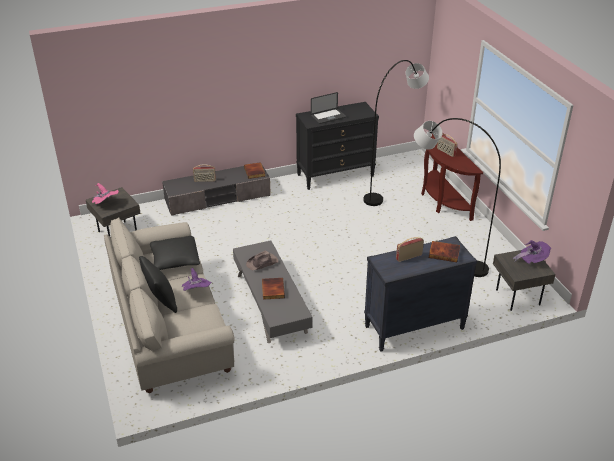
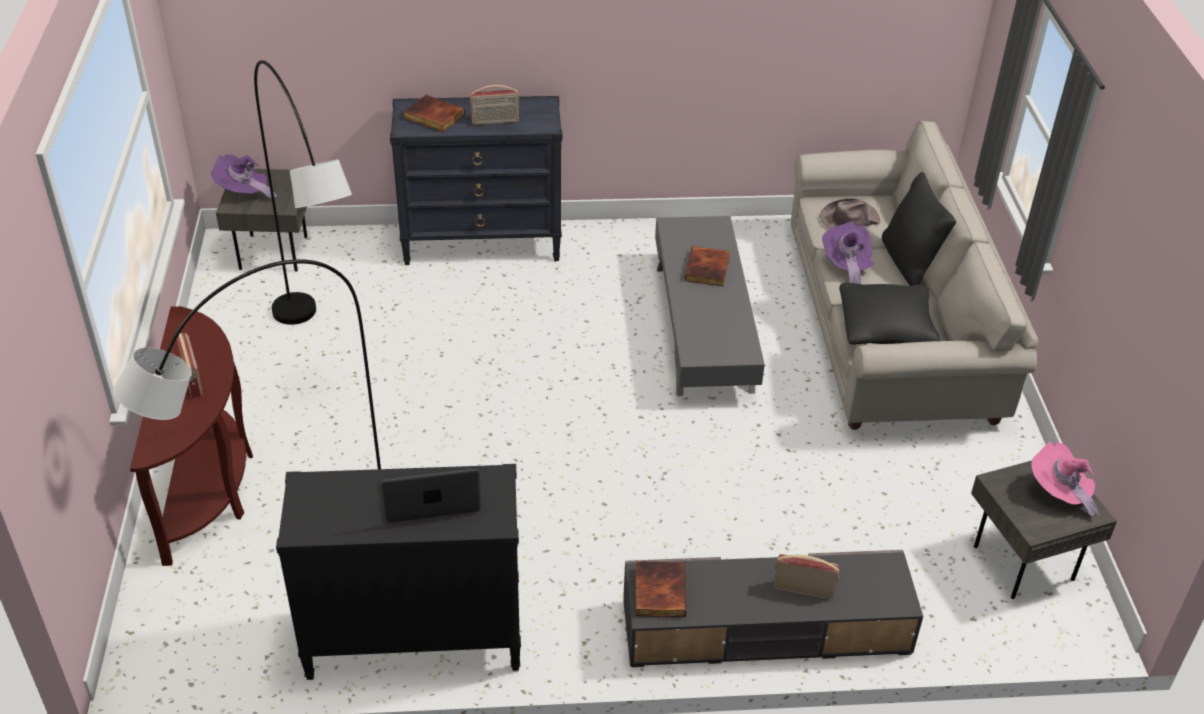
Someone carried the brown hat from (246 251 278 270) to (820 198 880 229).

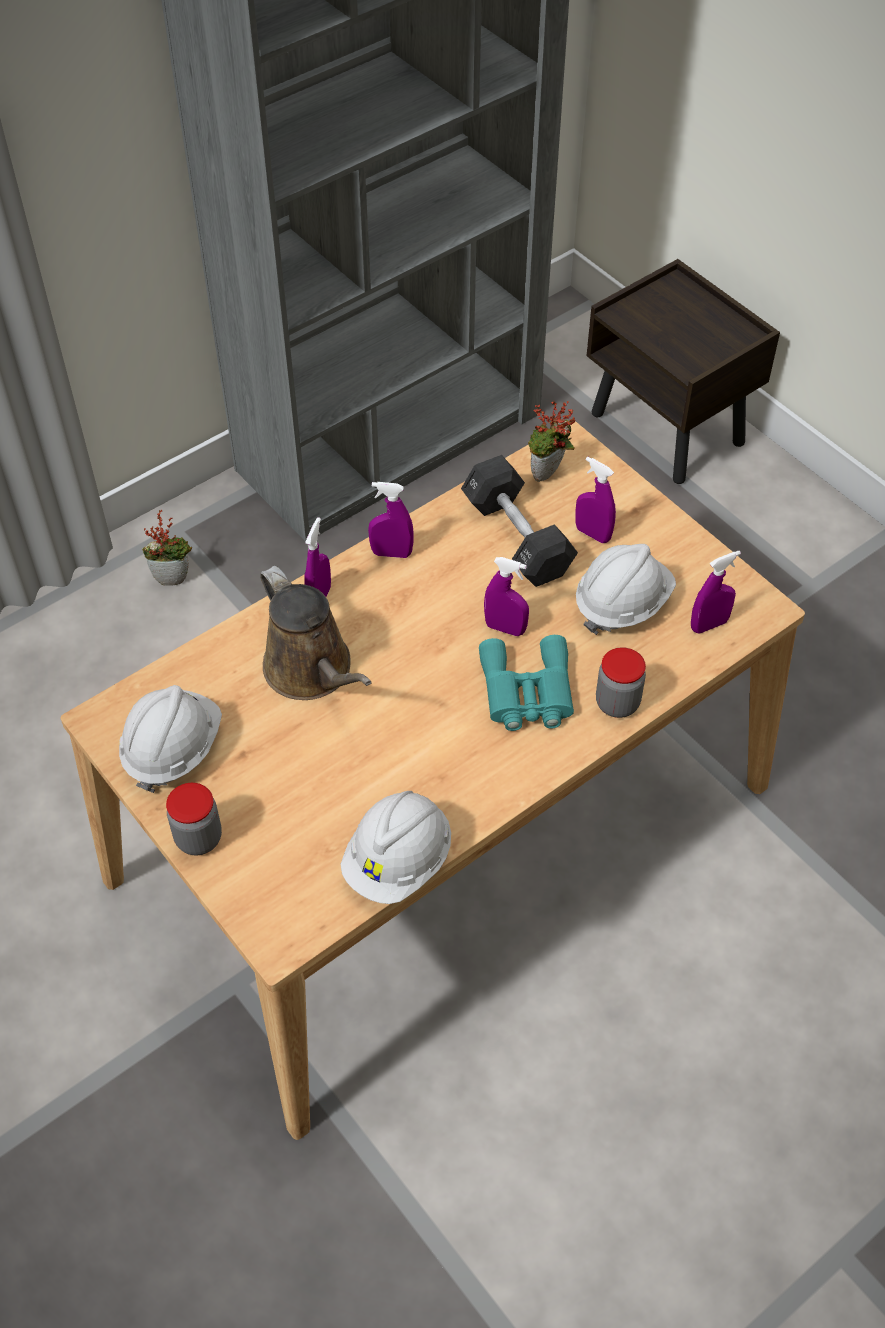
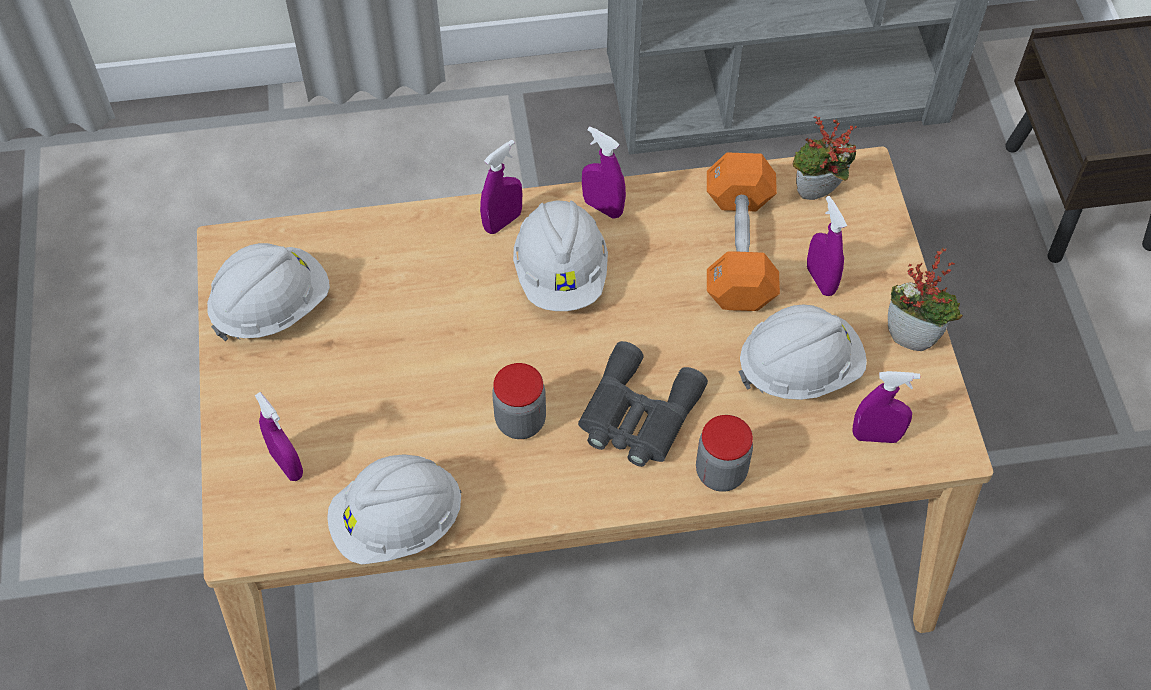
Someone carried the potted plant from (142 510 192 586) to (888 248 963 351).
Someone carried the jar from (166 783 222 855) to (492 363 546 439).
Someone took away the brown watering can at (260 566 372 700).
Someone repainted the black dumbbell at (461 455 578 587), which became the orange dumbbell at (707 152 780 311).
Someone repainted the turquoise binoculars at (479 635 574 731), which became the grey binoculars at (578 341 708 467).
Someone carried the purple spray bottle from (484 557 529 636) to (254 392 303 481).
Someone put down the white hard hat at (513 200 608 311).

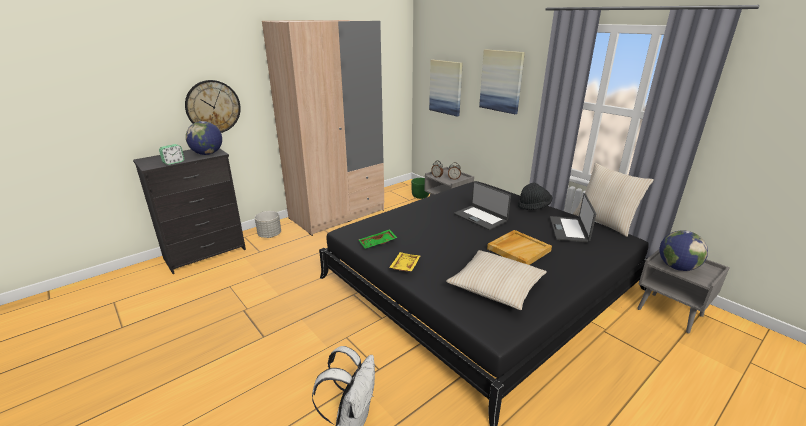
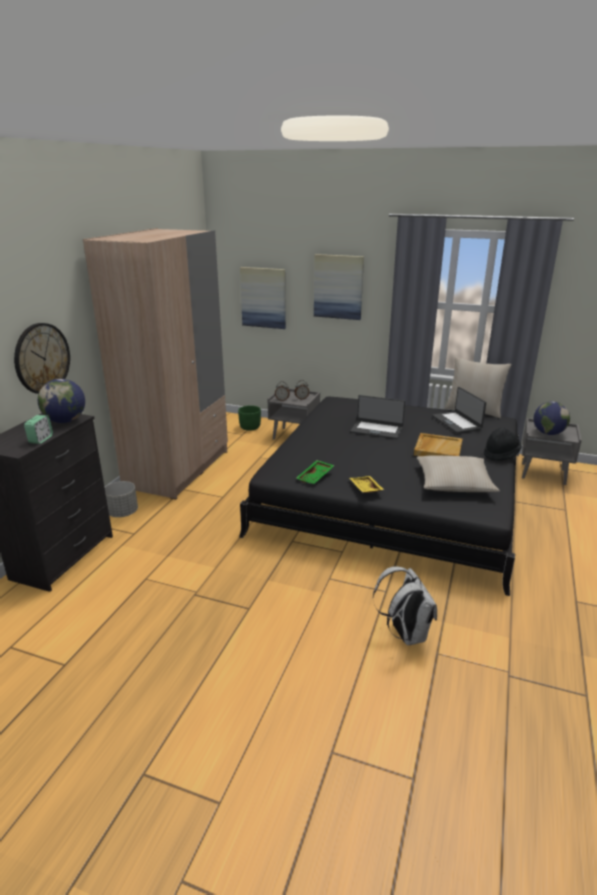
Someone carried the black hat from (518 183 552 210) to (484 427 522 461).

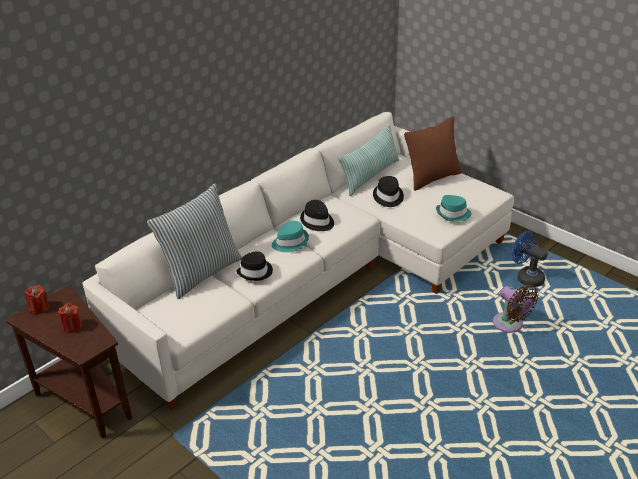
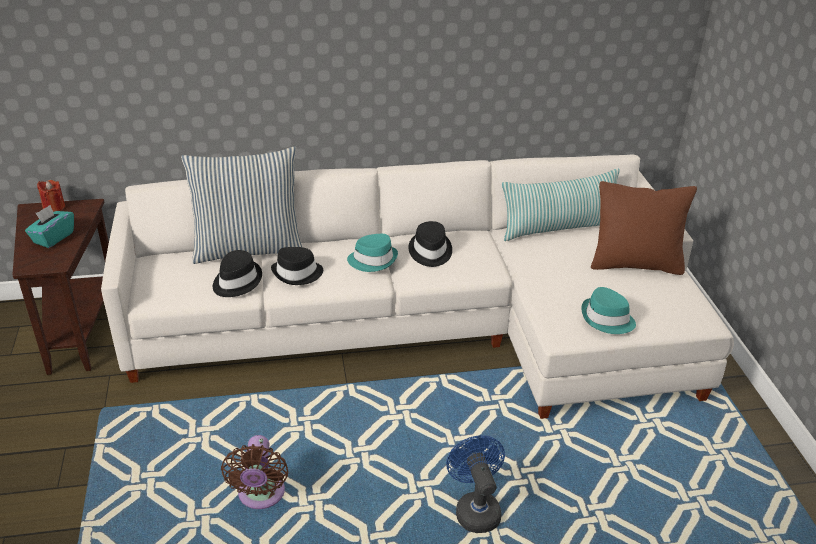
Someone swapped the red candle at (58 303 82 333) for the turquoise tissue box at (25 205 74 248).
Someone carried the black hat from (373 176 404 207) to (213 250 262 297).
Someone carried the brown fan from (493 284 539 333) to (221 435 288 509).
Someone carried the blue fan from (512 231 548 287) to (446 435 505 533).

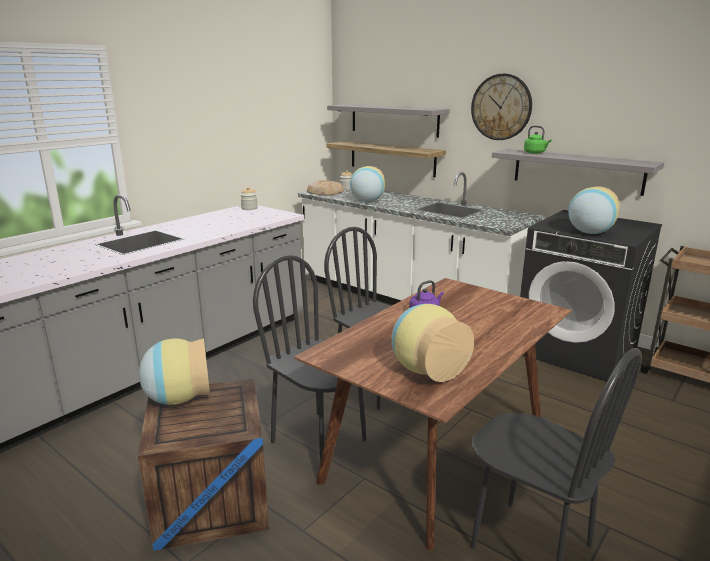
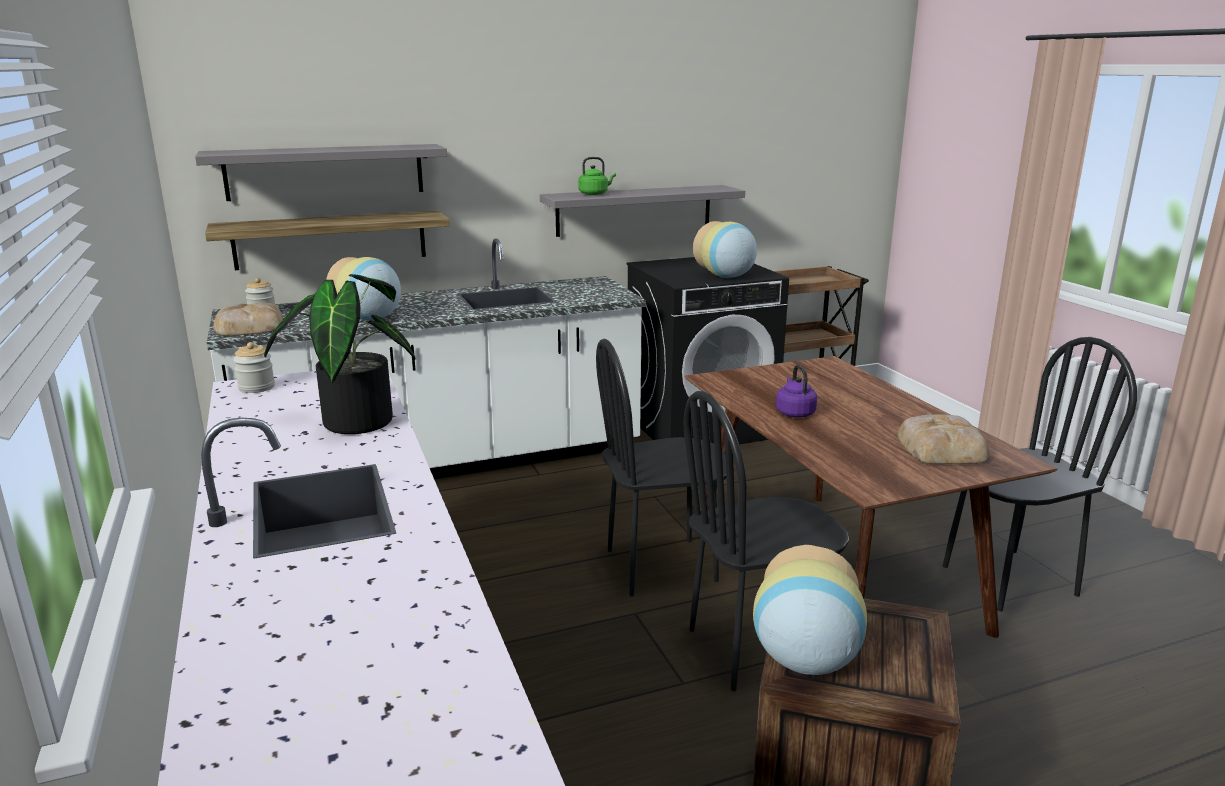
Someone swapped the vase at (392 304 474 382) for the bread at (897 414 990 464).
Someone took away the wall clock at (471 74 532 140).
Someone put down the potted plant at (264 274 415 434).

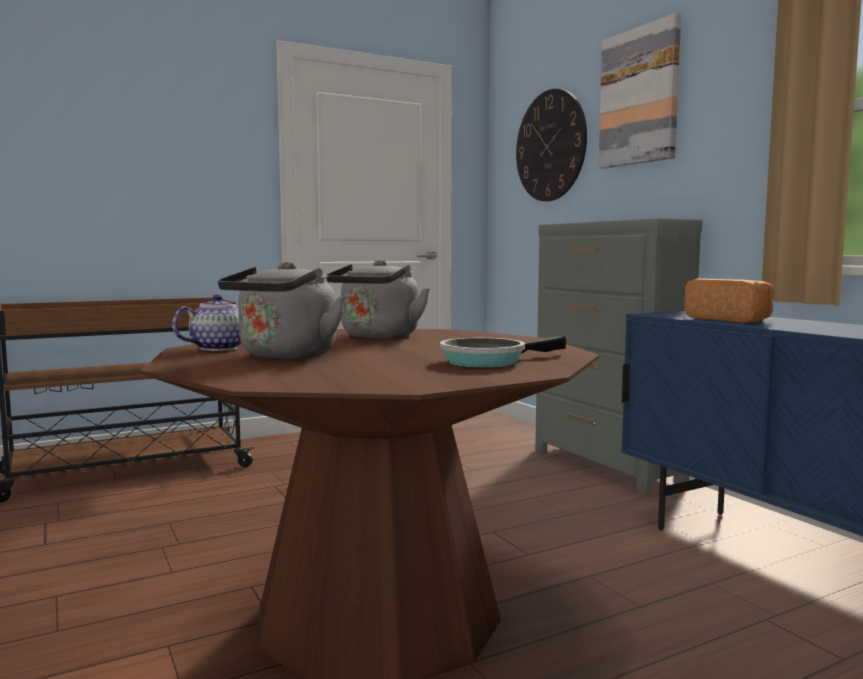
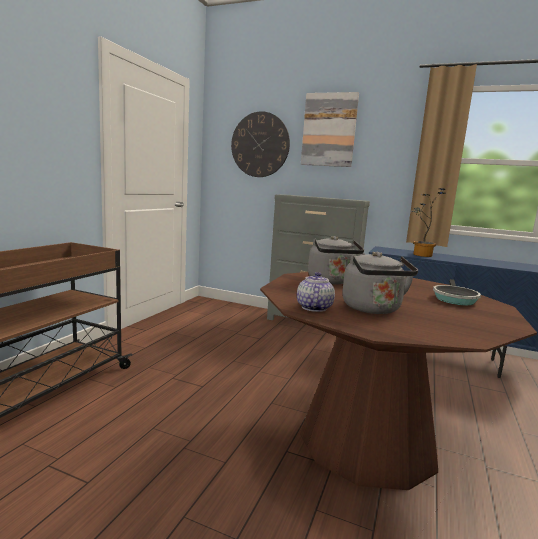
Someone swapped the bread at (684 278 774 323) for the potted plant at (412 188 446 257).

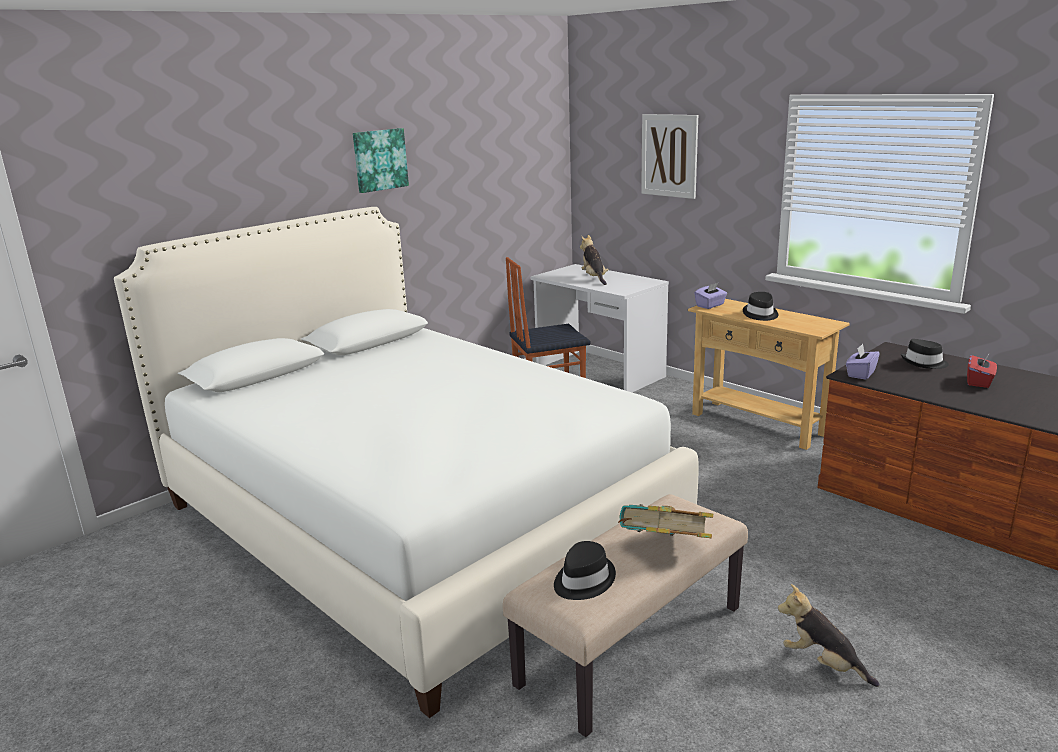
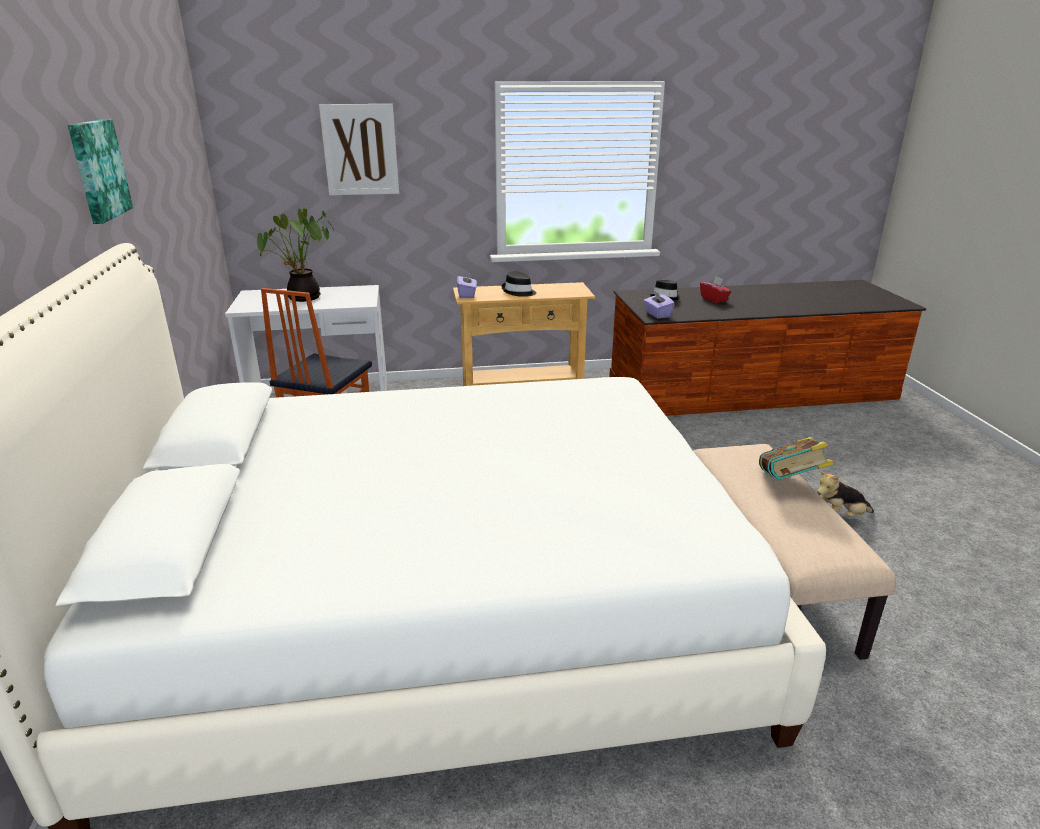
Someone took away the black hat at (554 541 616 600).
Someone swapped the plush toy at (580 235 609 285) for the potted plant at (257 208 334 302).

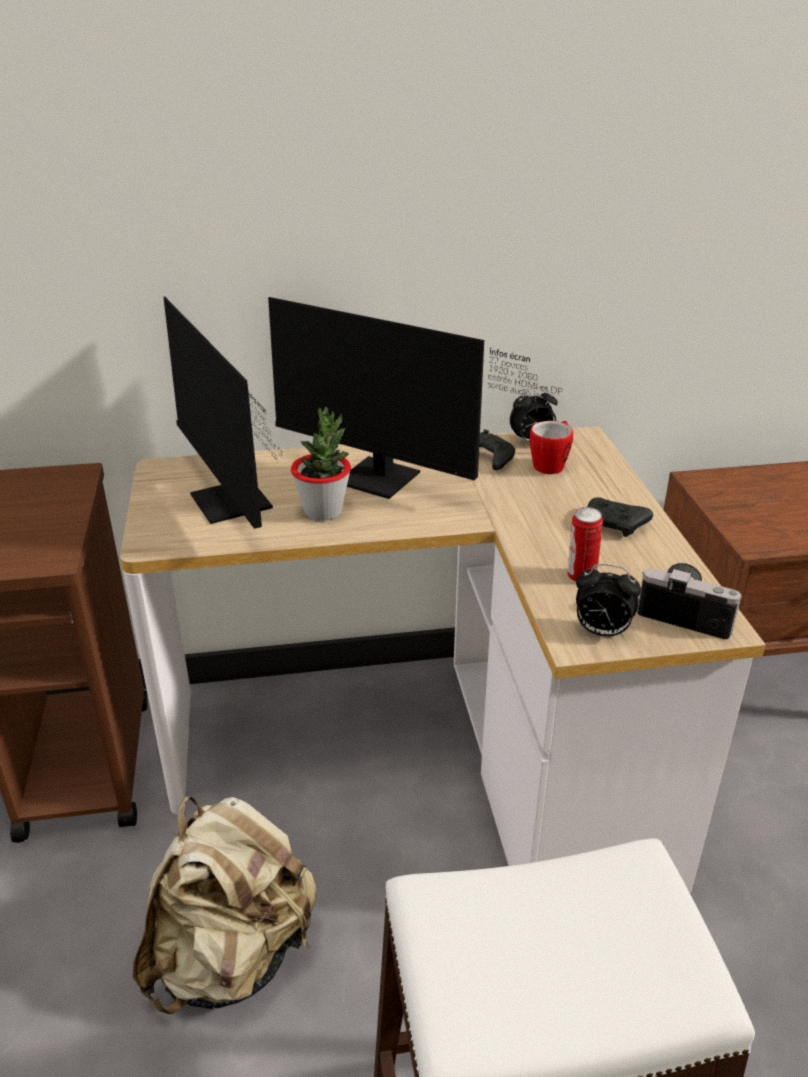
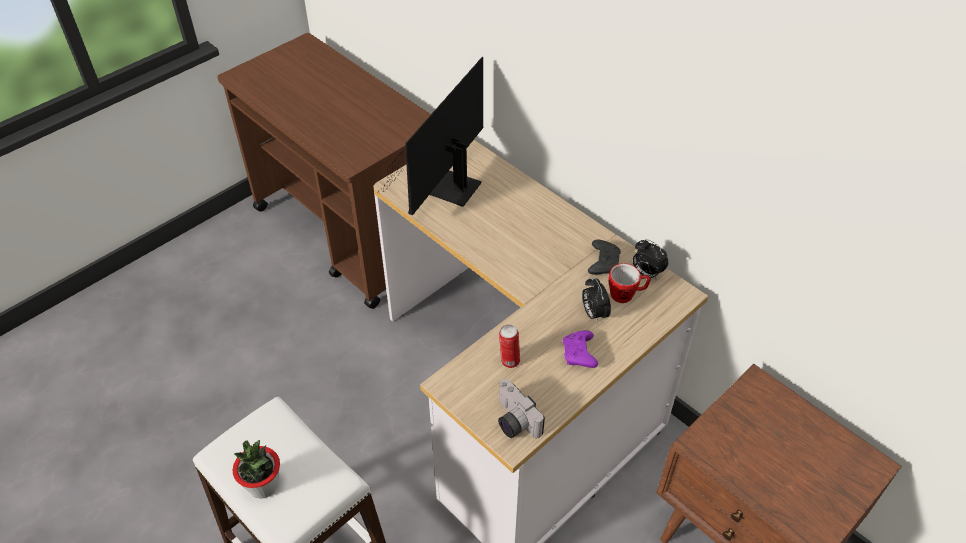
Someone took away the beige backpack at (133 796 316 1014).
Someone took away the monitor at (268 297 562 499).
Someone carried the potted plant from (291 407 351 521) to (233 440 280 499).
Someone carried the alarm clock from (576 564 641 638) to (582 278 611 324).
Someone repainted the black game controller at (587 497 653 537), which became the purple game controller at (563 330 598 368).
Someone rotated the photo camera at (637 563 743 639) by 150 degrees clockwise.

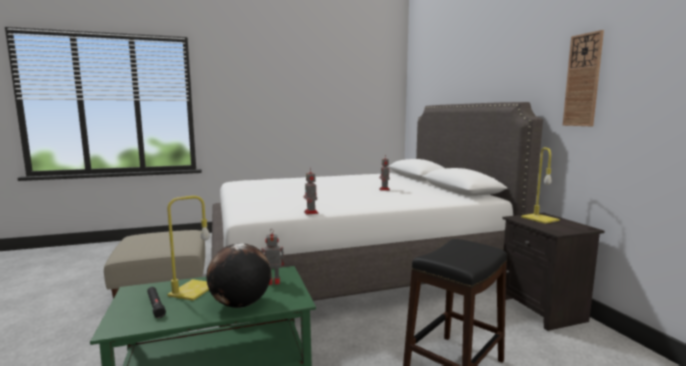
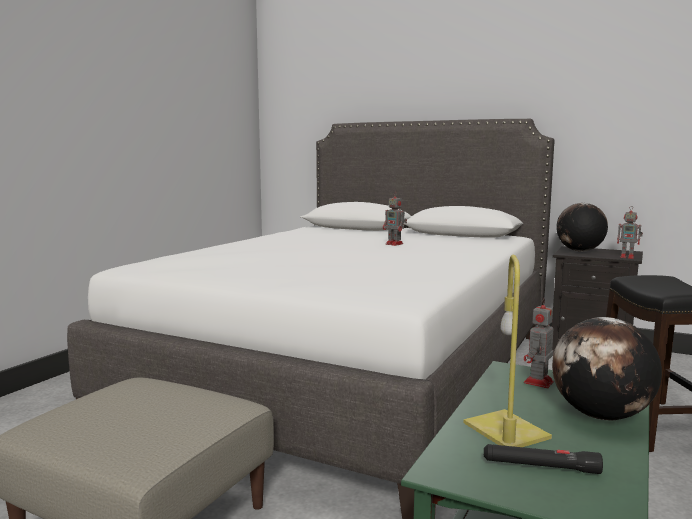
Someone carried the toy robot from (304 168 318 215) to (617 209 643 259).
Someone swapped the yellow table lamp at (521 147 560 224) for the globe at (556 203 608 252).
Someone took away the wall clock at (563 30 604 126).

